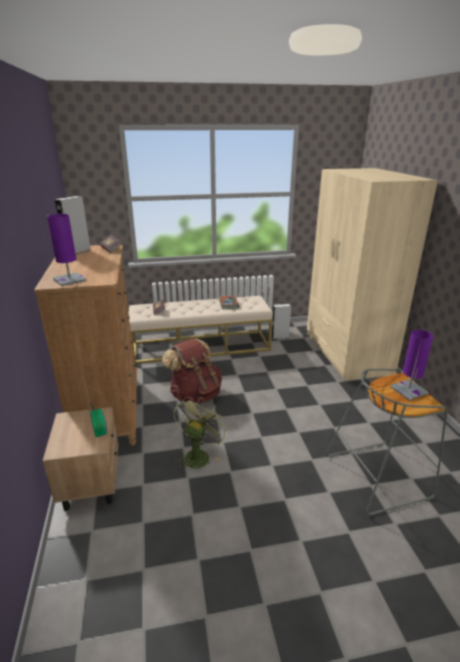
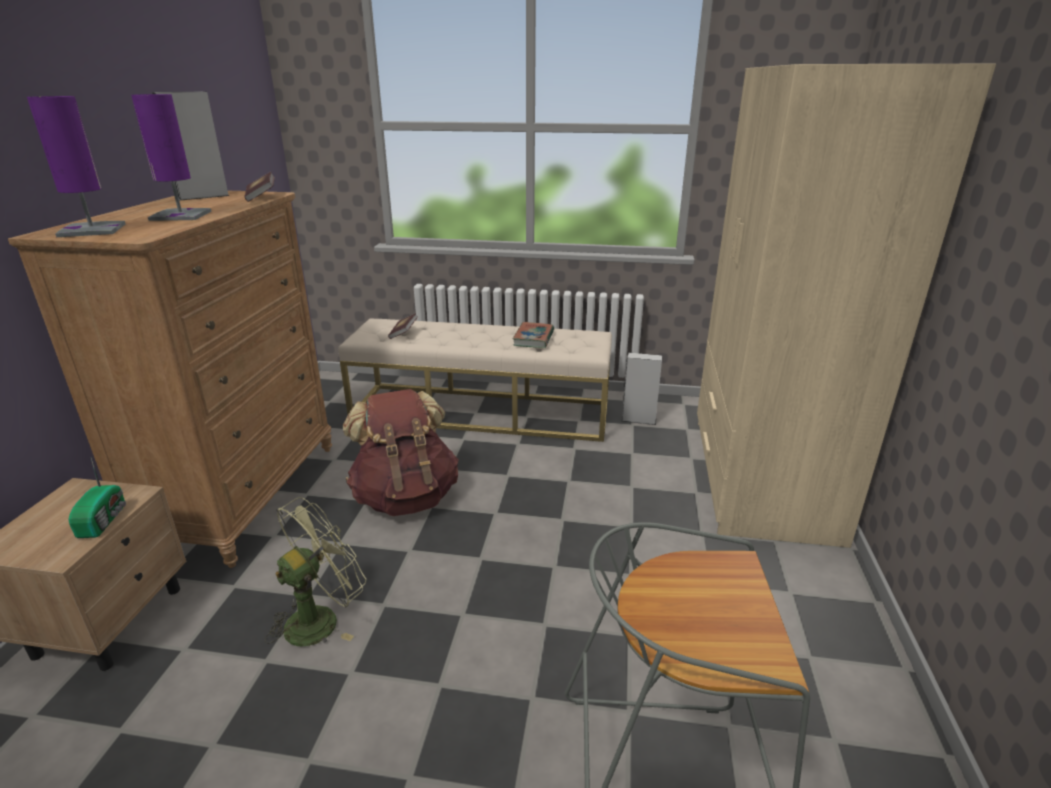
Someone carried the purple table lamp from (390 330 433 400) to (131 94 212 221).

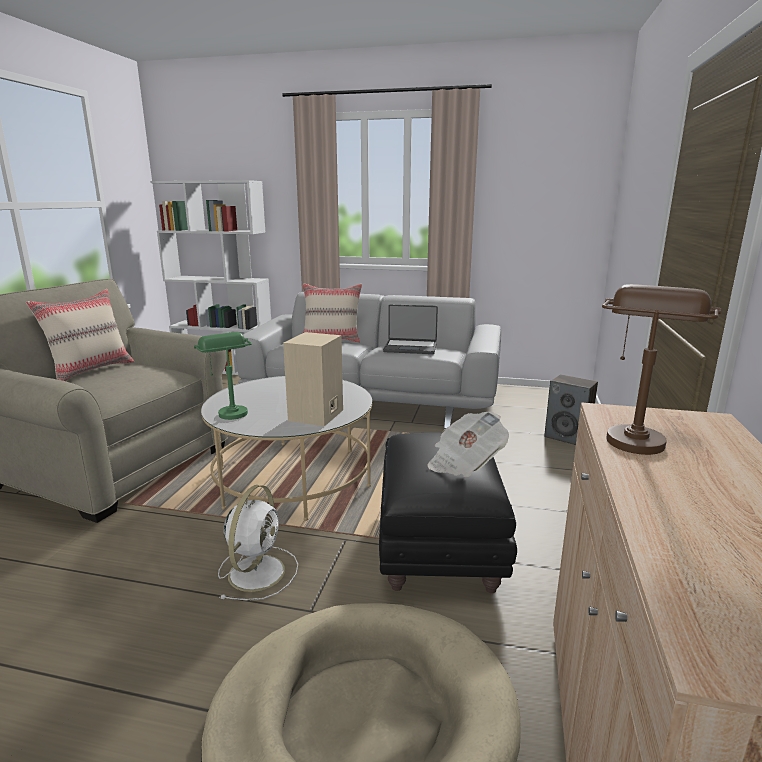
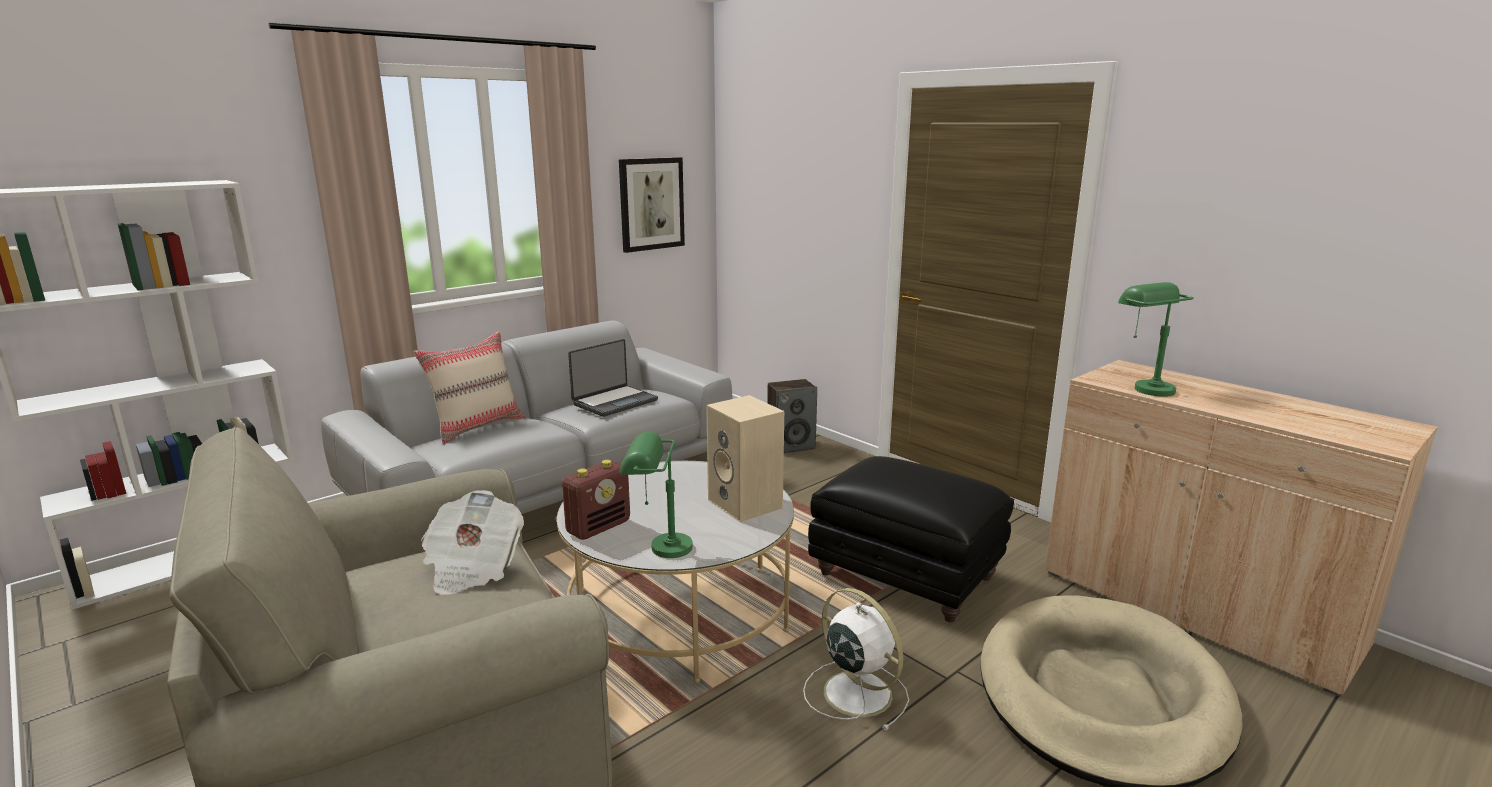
Someone took away the beige pillow at (26 289 134 381).
Someone carried the newspaper from (427 412 509 477) to (421 490 524 595).
Someone repainted the brown table lamp at (602 284 721 455), which became the green table lamp at (1118 282 1194 397).
Someone put down the radio at (562 460 630 540).
Someone put up the picture at (619 157 685 253).

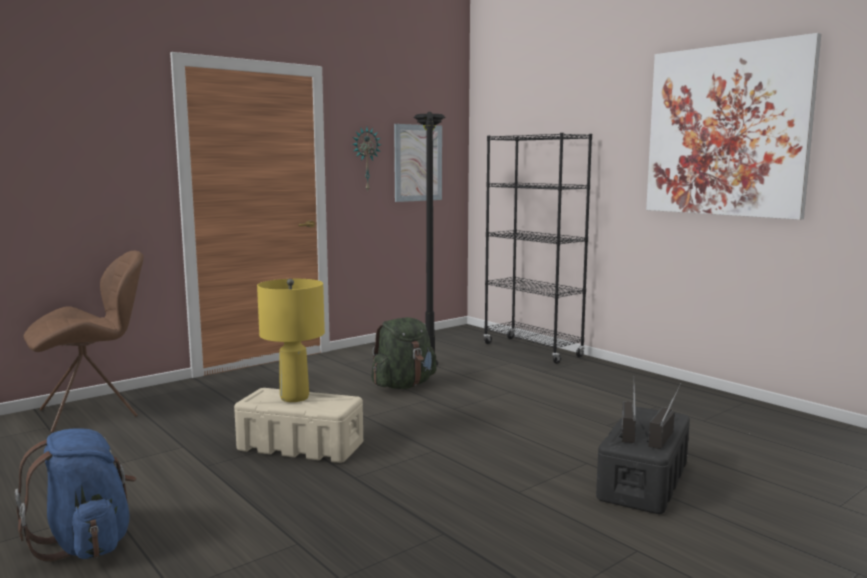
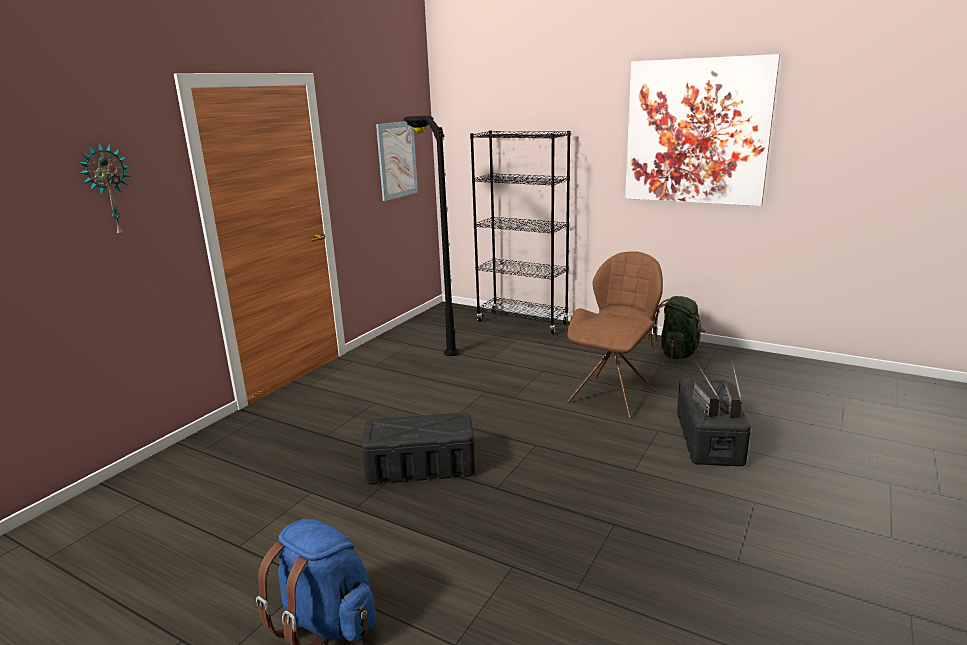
Someone carried the brown chair from (24 251 144 433) to (567 251 663 418).
Someone repainted the beige storage box at (234 388 363 463), which became the black storage box at (362 413 475 484).
Someone took away the yellow table lamp at (257 279 325 402).
Someone carried the wall clock from (352 127 381 191) to (78 142 131 238).
Someone carried the green backpack from (371 317 437 389) to (648 296 706 359).

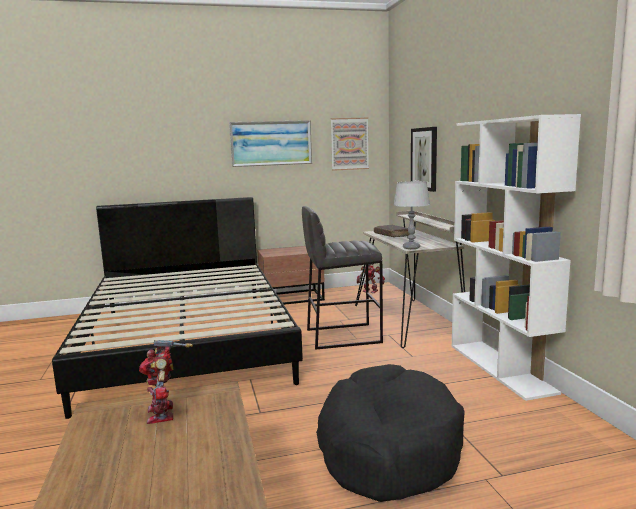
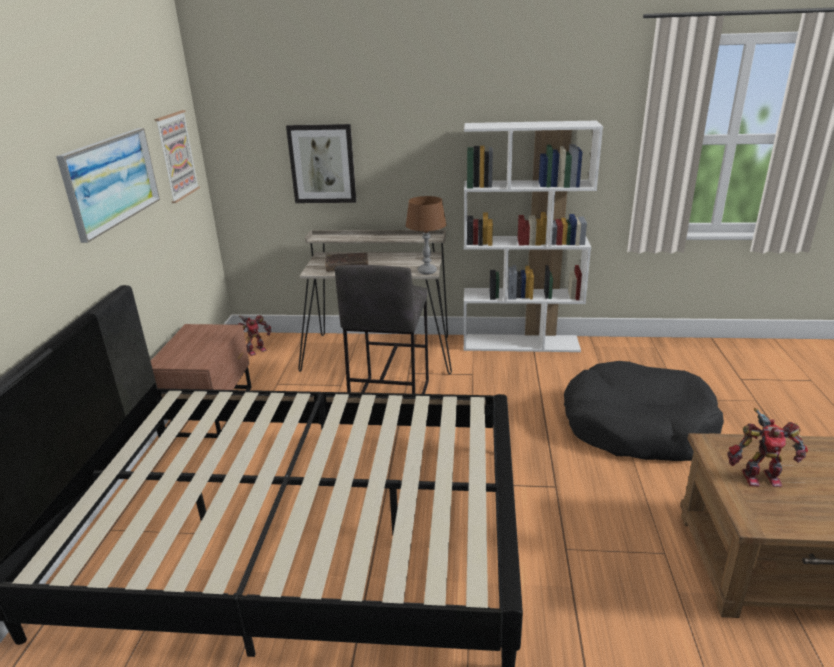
Someone repainted the grey table lamp at (393 181 430 249), which became the brown table lamp at (406 196 447 275).

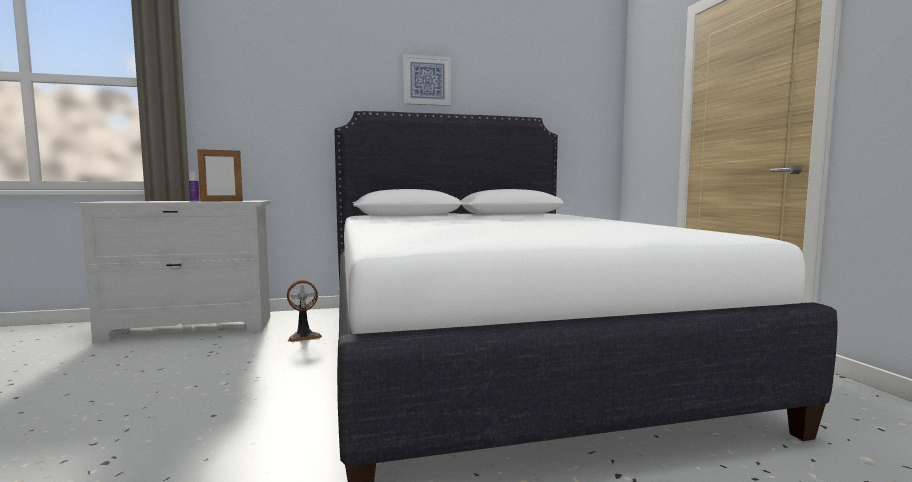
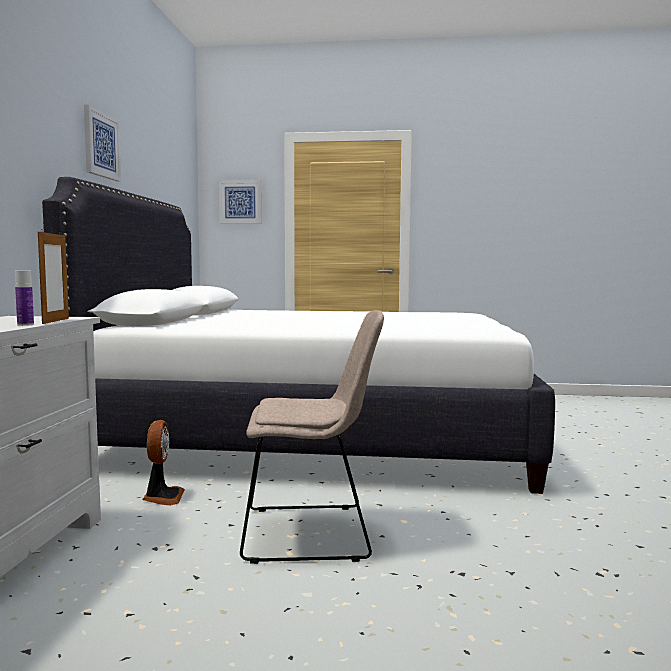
Someone put up the picture at (219 180 261 224).
Someone put down the beige chair at (240 310 384 564).

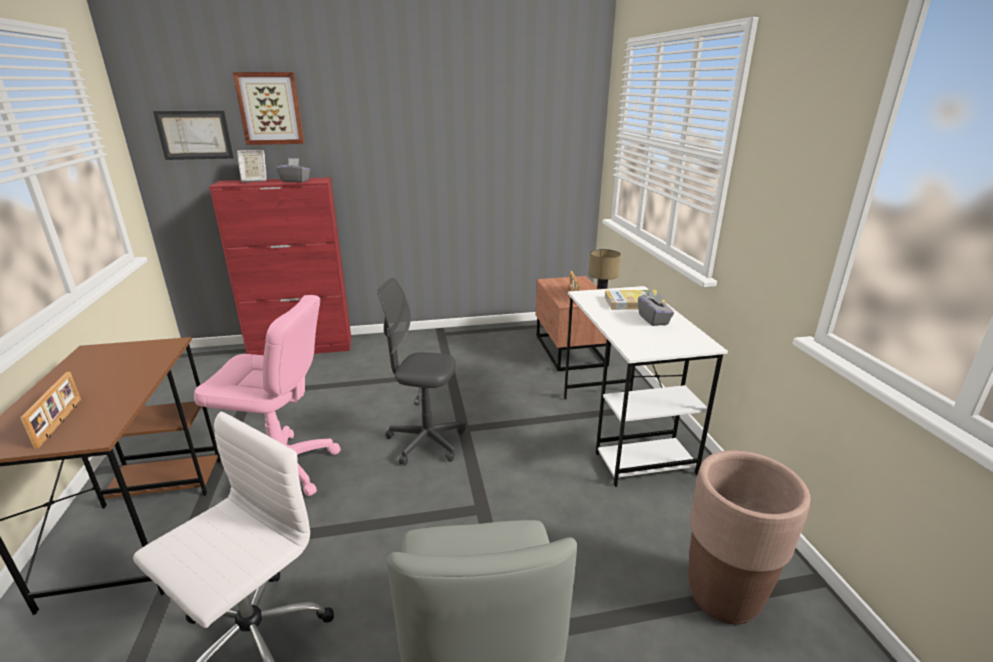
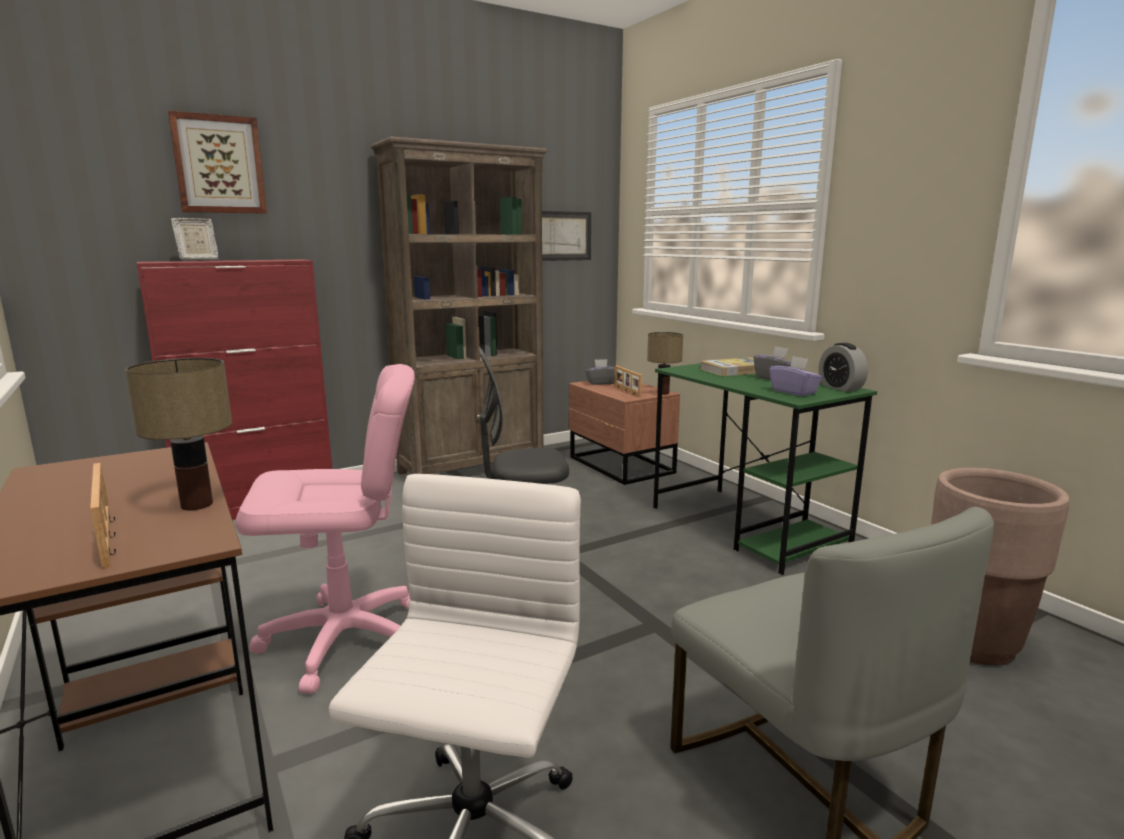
Someone carried the picture from (153 111 234 160) to (542 211 591 261).
Someone carried the grey tissue box from (276 158 310 183) to (585 359 615 385).
Someone repainted the white desk at (564 286 728 487), which became the green desk at (653 363 877 575).
Someone put down the table lamp at (125 358 232 510).
Someone put down the brown bookcase at (371 136 548 475).
Someone put down the purple tissue box at (769 356 823 396).
Someone put down the alarm clock at (819 343 868 392).

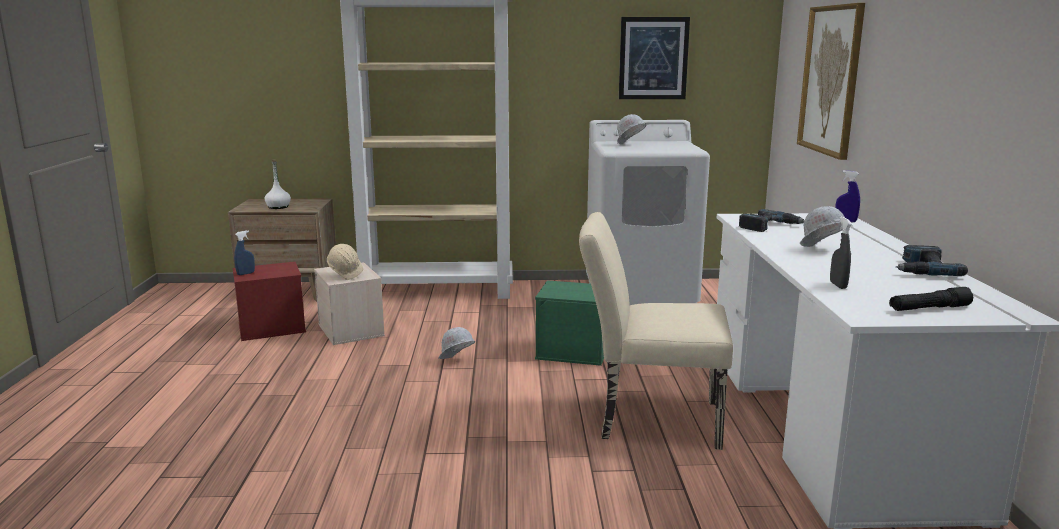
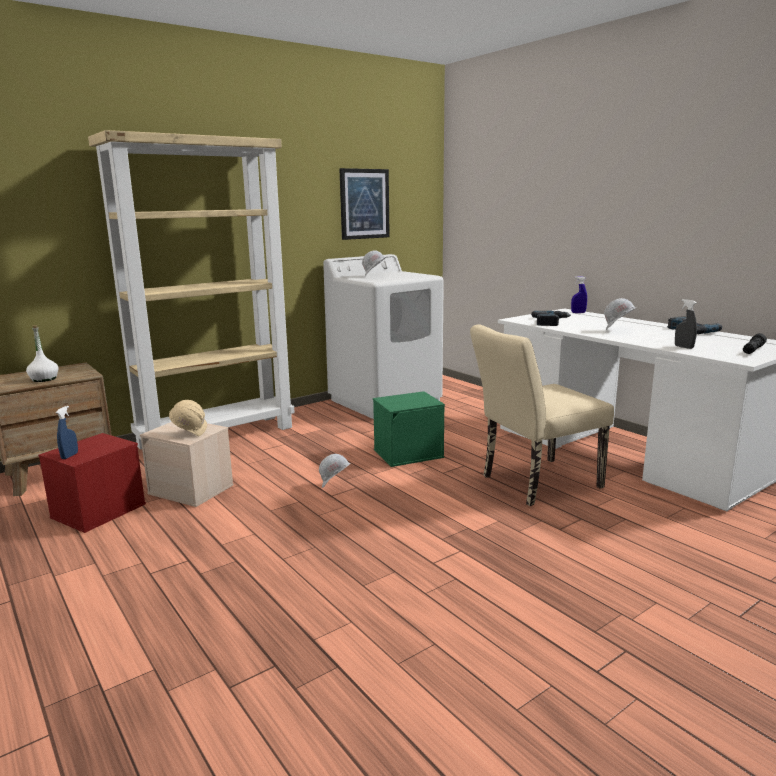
Someone took away the picture at (797 3 865 160).

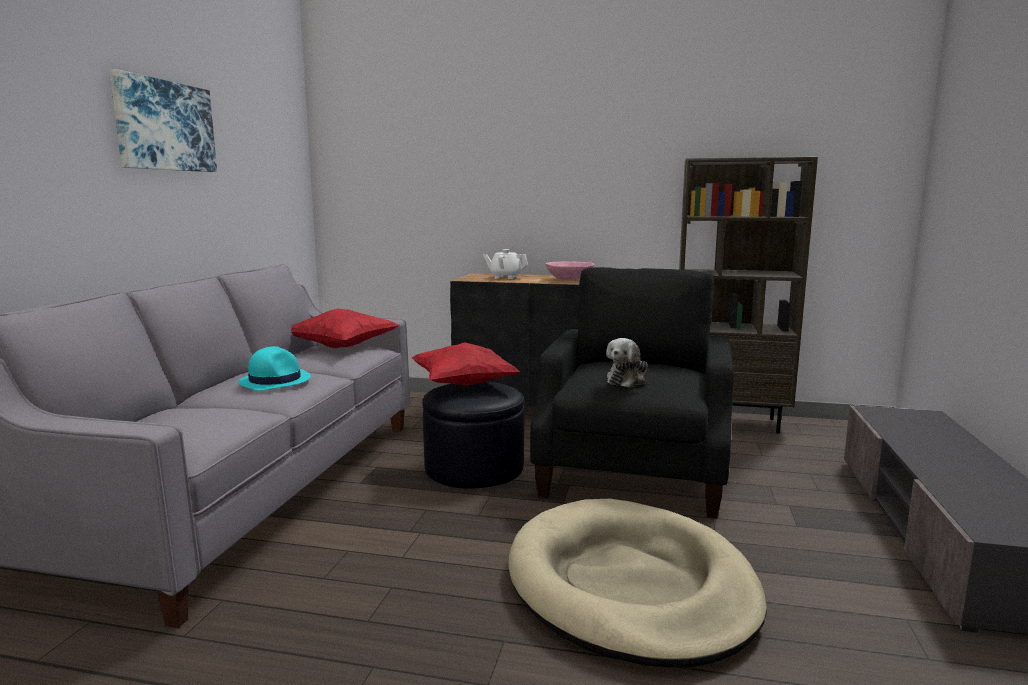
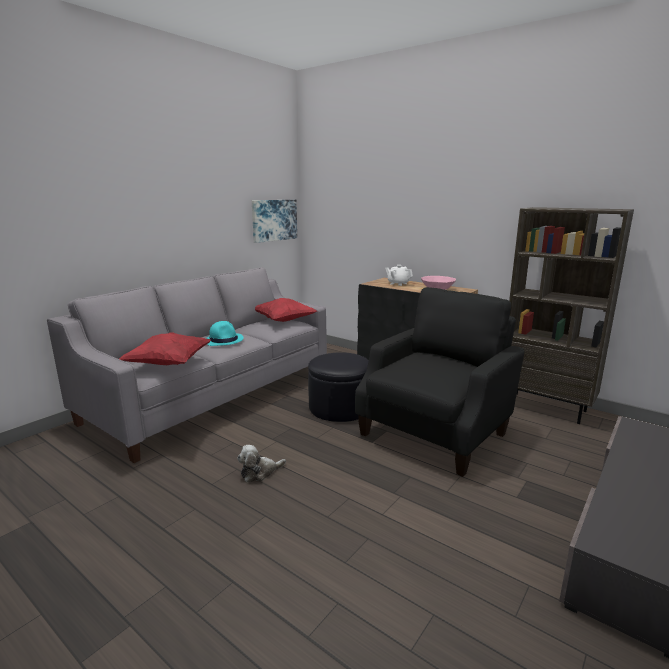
Someone carried the picture from (110 69 217 172) to (252 200 297 243).
Someone carried the red pillow from (412 342 520 385) to (119 332 211 365).
Someone took away the beige dog bed at (508 499 767 668).
Someone carried the plush toy from (606 338 648 387) to (237 445 286 482).

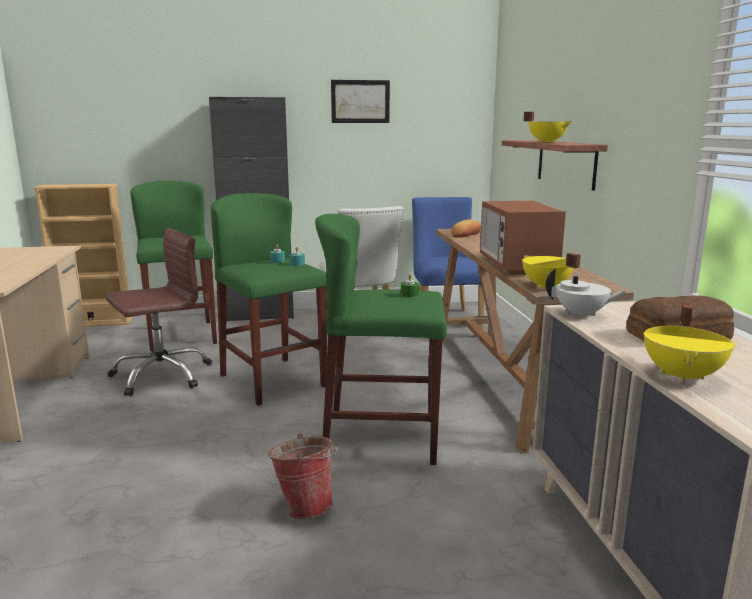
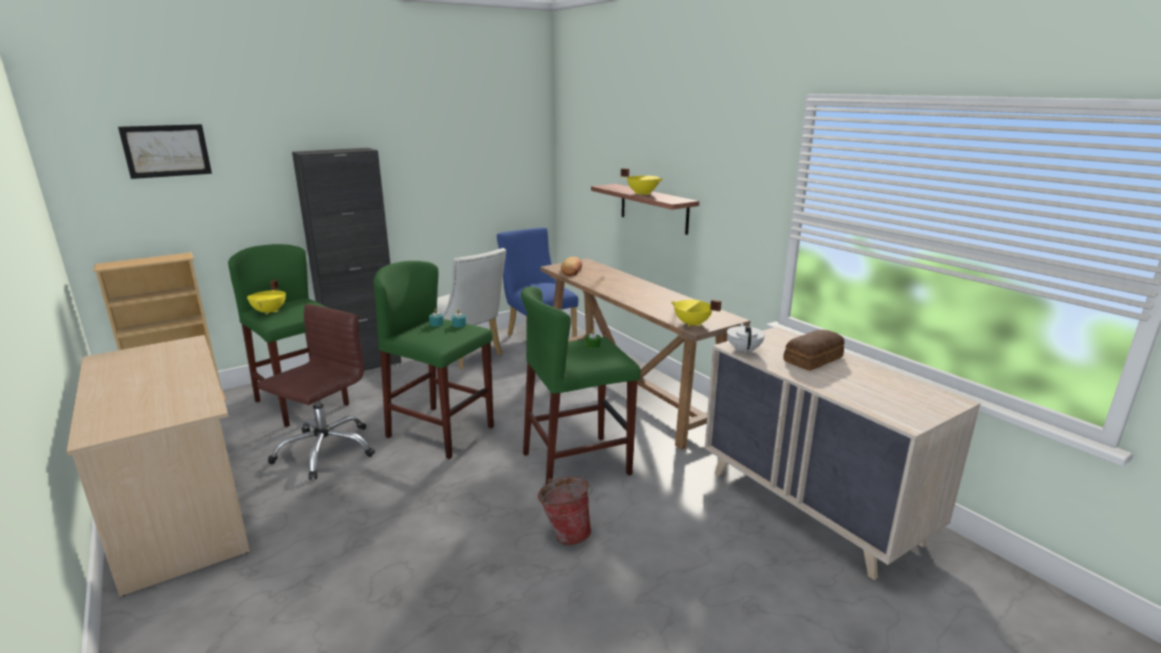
Someone carried the picture from (331 80 390 123) to (118 124 212 179).
Someone took away the microwave at (480 201 566 274).
Someone rotated the white teapot at (546 268 627 319) by 75 degrees counterclockwise.
Someone carried the yellow cooking pot from (643 303 735 383) to (247 280 286 315).

